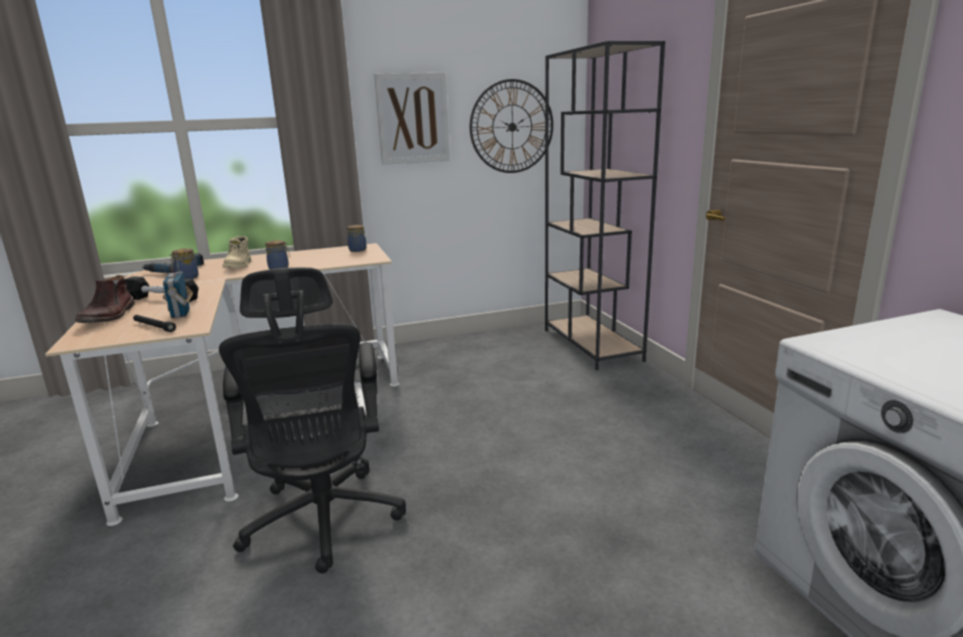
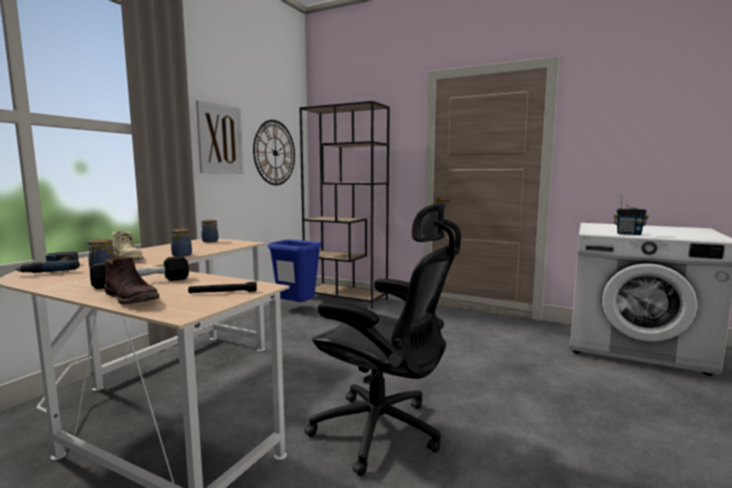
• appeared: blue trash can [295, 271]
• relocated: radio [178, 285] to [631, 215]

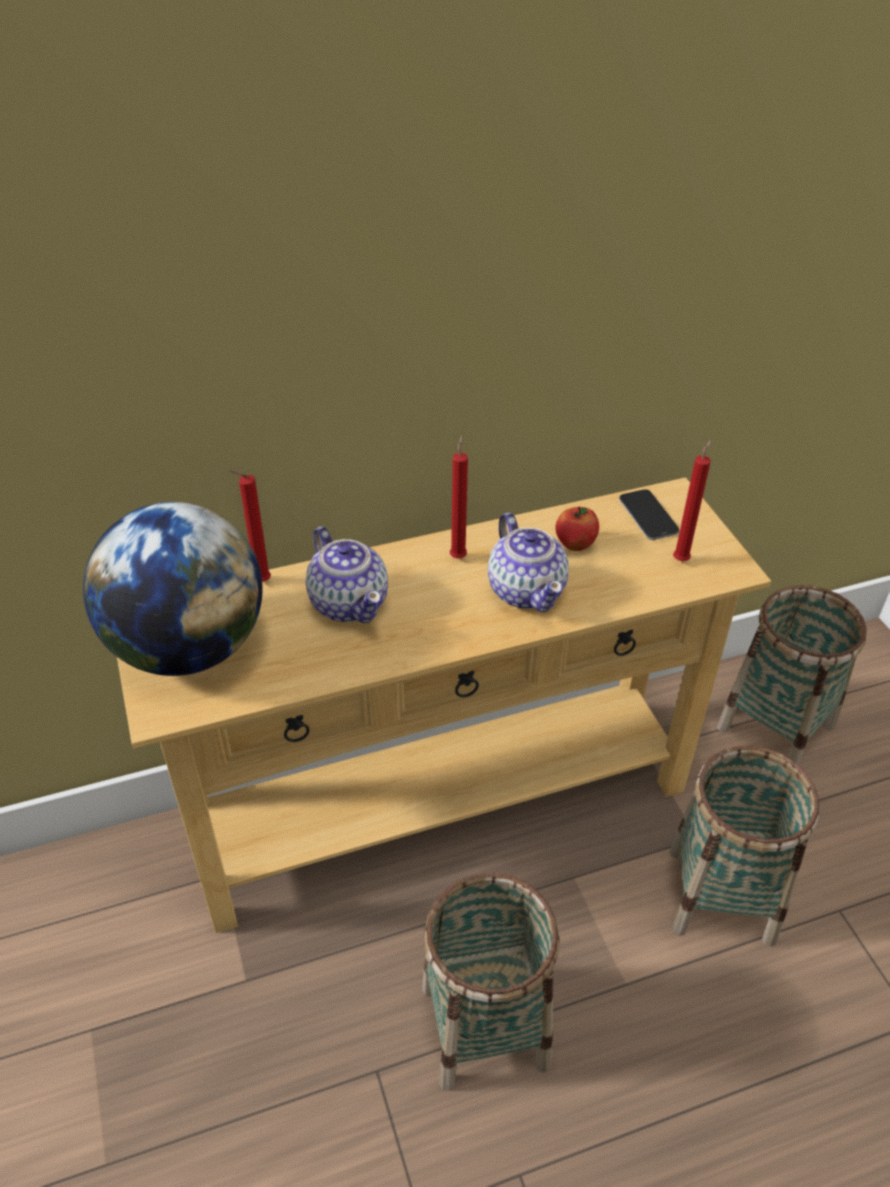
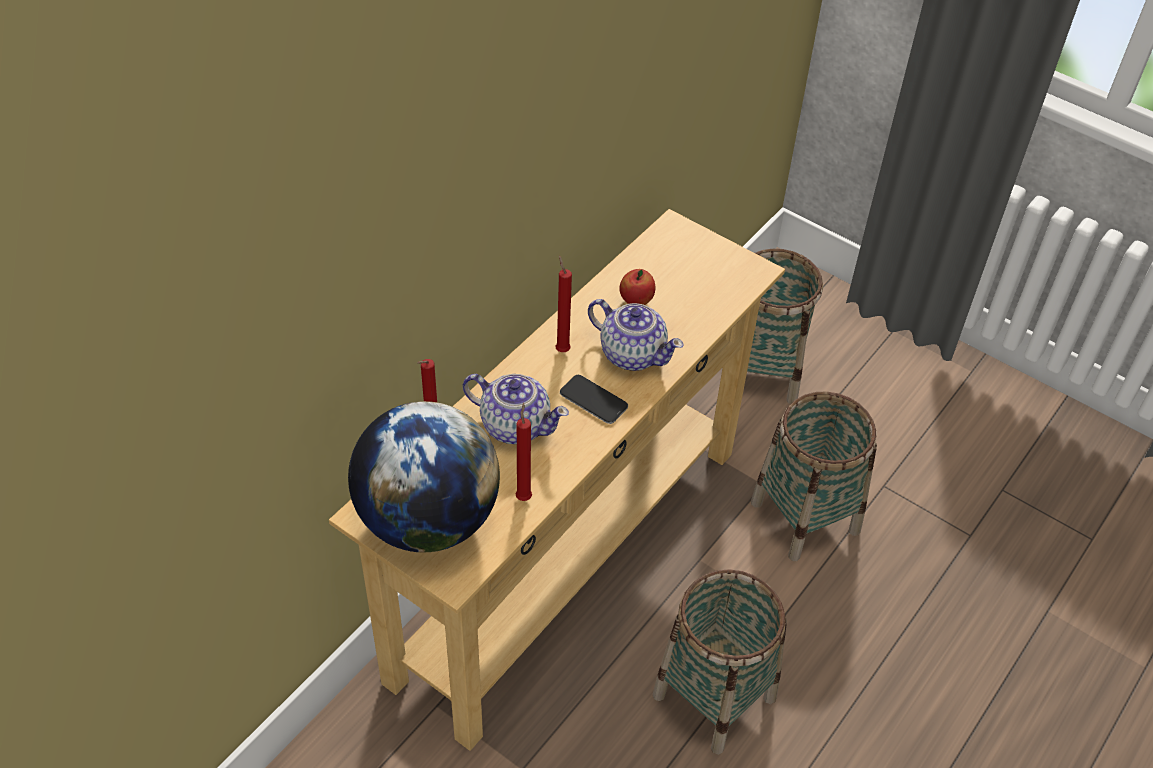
• relocated: red candle [692, 500] to [524, 452]
• relocated: phone [649, 514] to [594, 399]

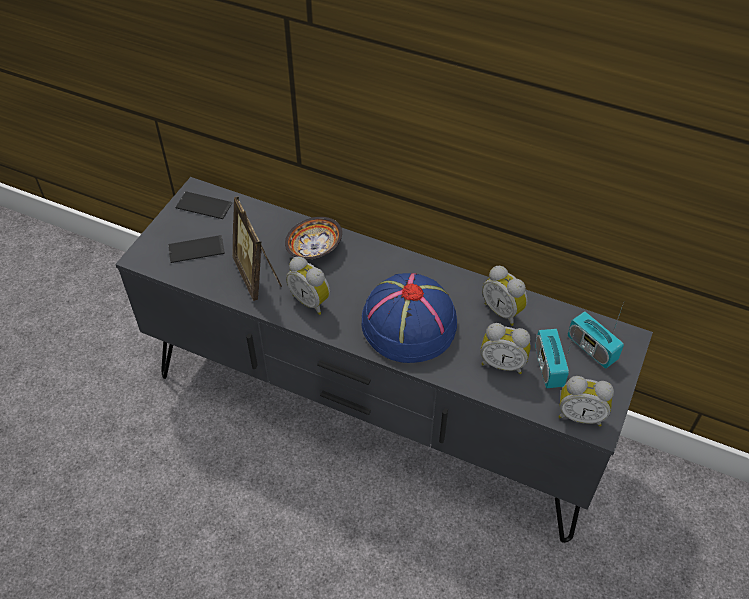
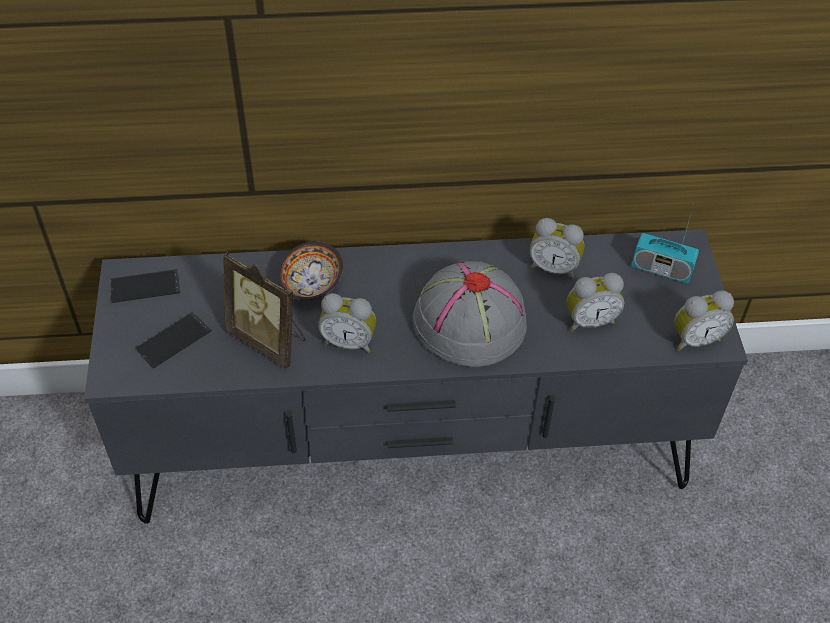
• colour: blue hat [409, 318] to grey hat [470, 314]
• missing: radio [555, 358]

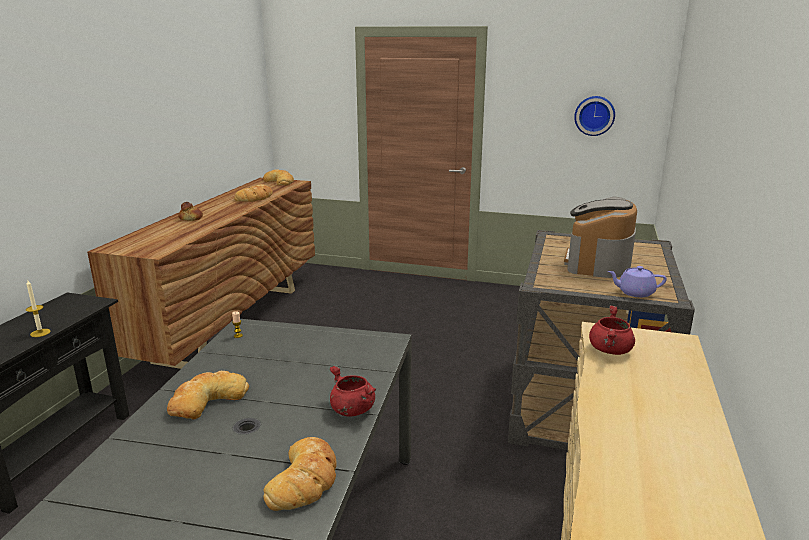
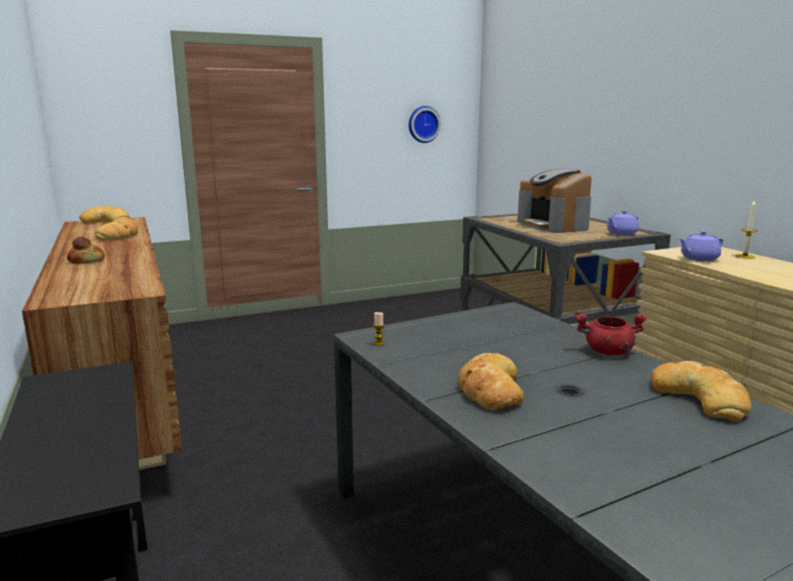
• exchanged: red cooking pot [612, 330] to purple teapot [701, 246]
• relocated: candle [38, 308] to [746, 230]

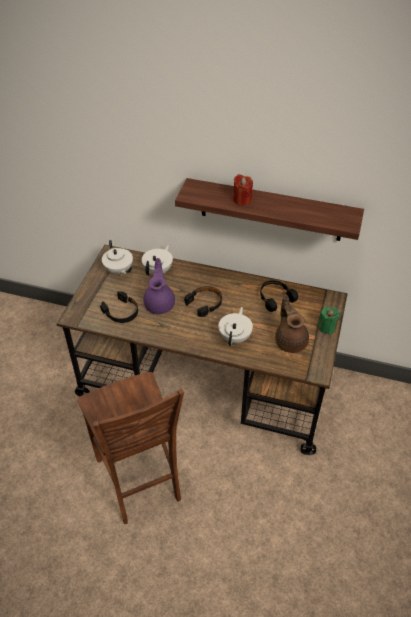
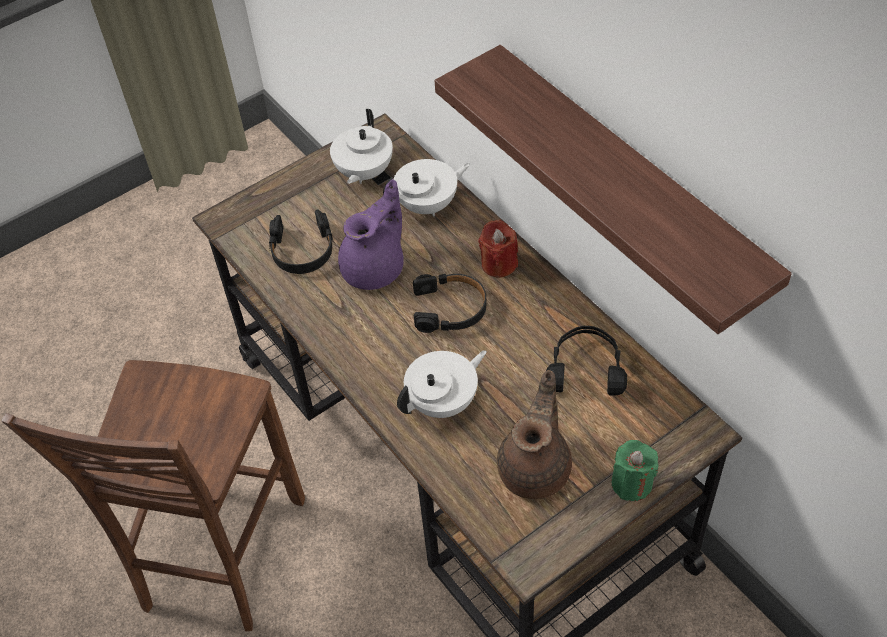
• relocated: red candle [243, 190] to [498, 249]

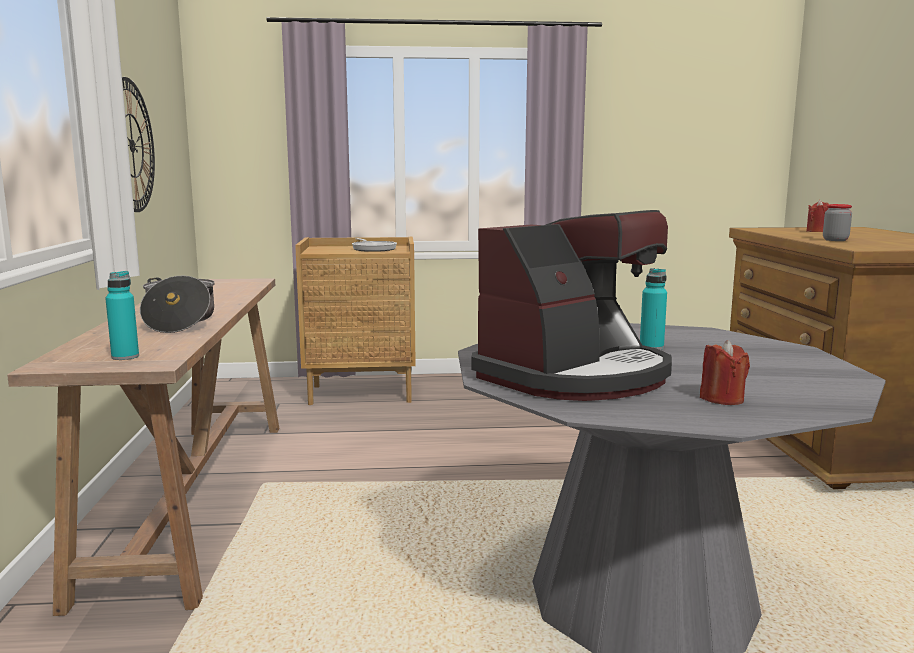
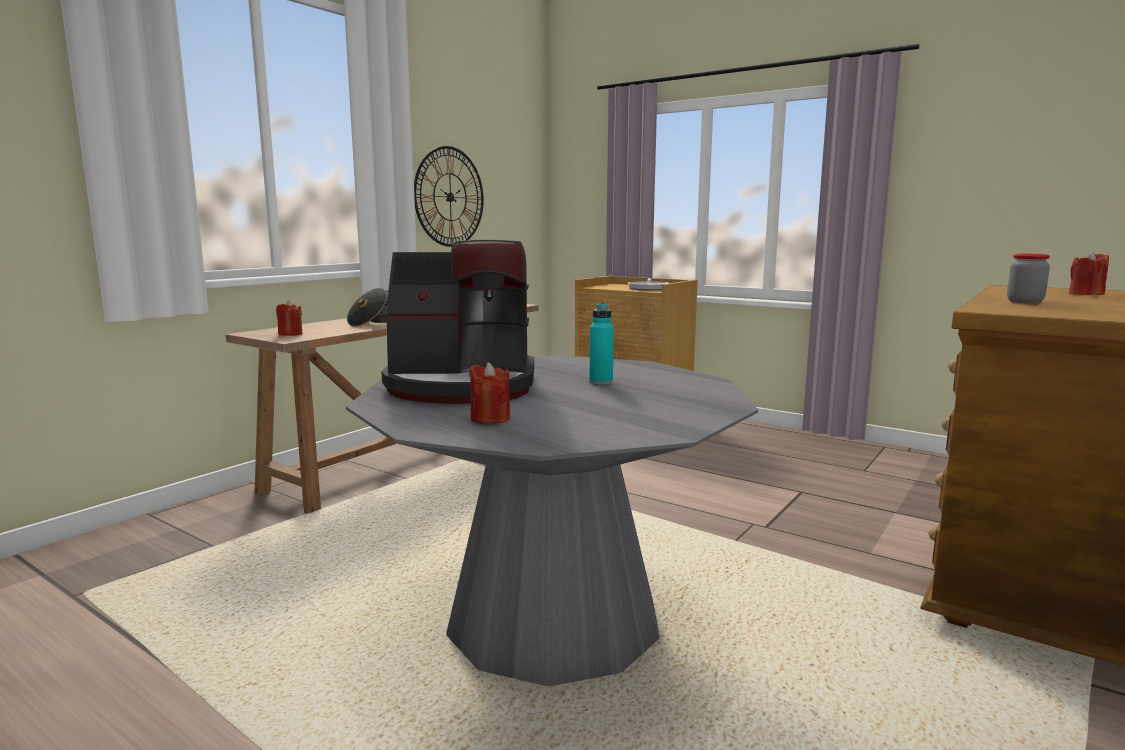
• exchanged: turquoise bottle [122, 315] to red candle [289, 318]

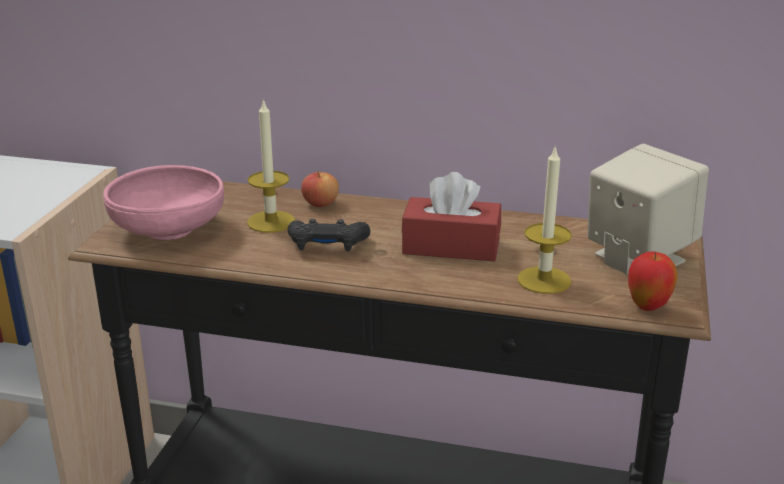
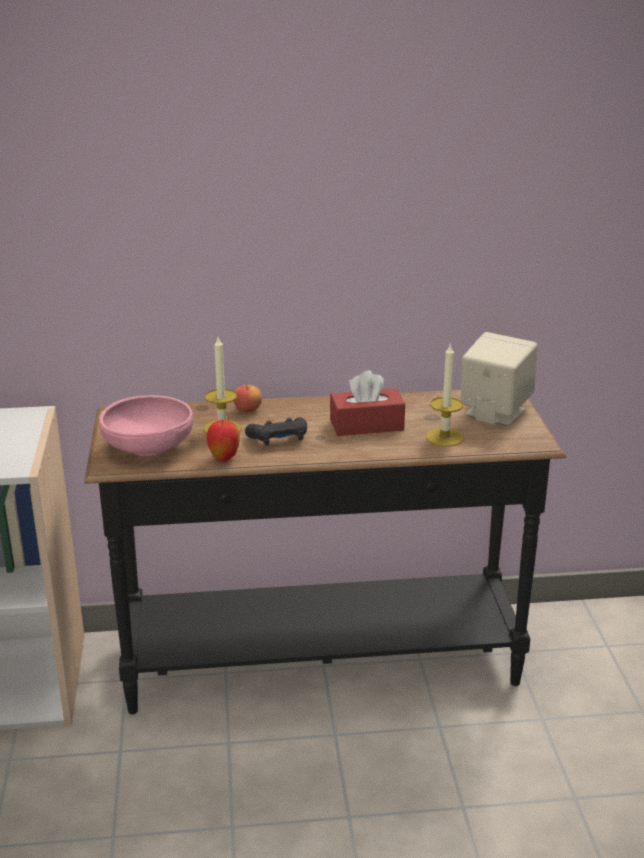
• relocated: apple [653, 281] to [223, 441]

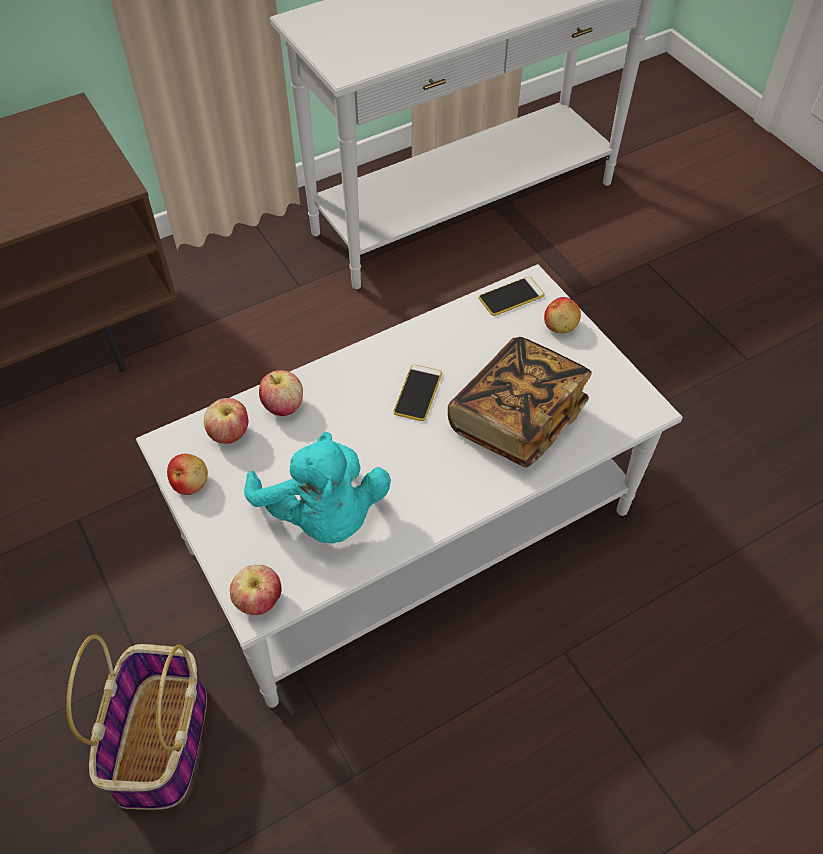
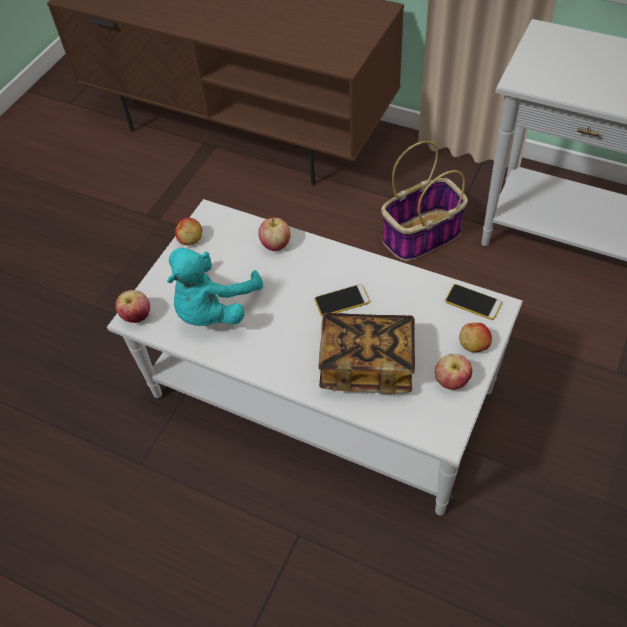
• relocated: basket [136, 722] to [424, 201]
• relocated: apple [226, 421] to [453, 372]

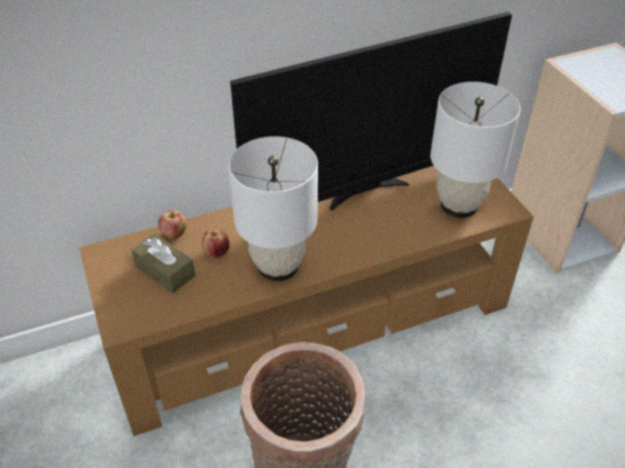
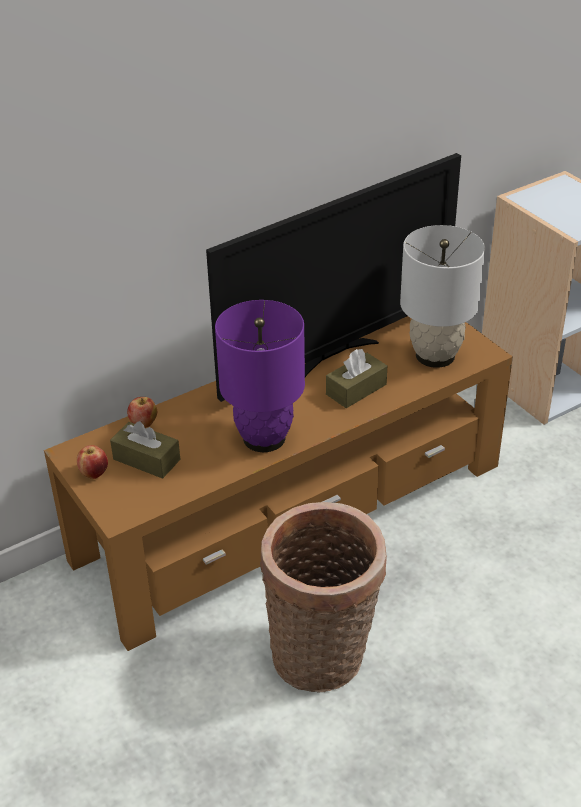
• relocated: apple [216, 243] to [92, 462]
• colour: white table lamp [273, 208] to purple table lamp [260, 376]
• appeared: brown tissue box [356, 378]

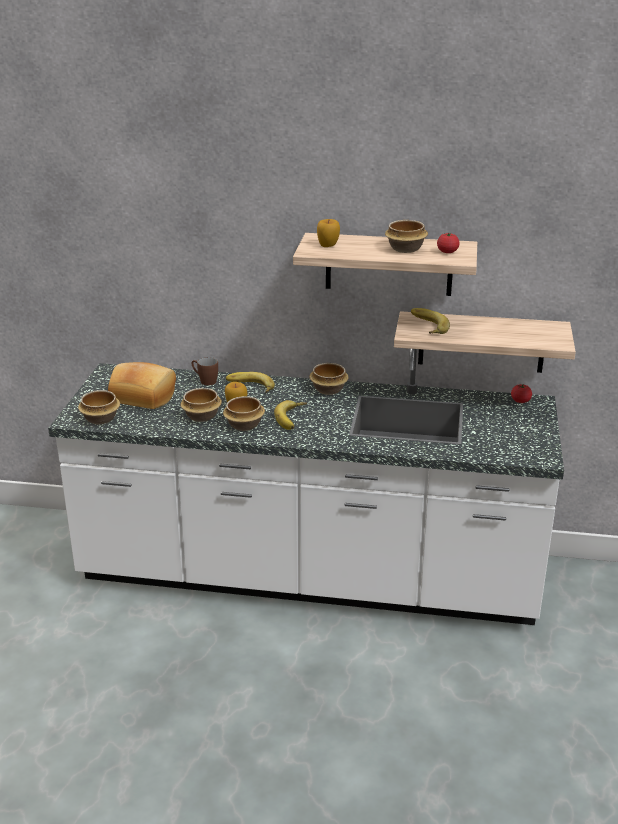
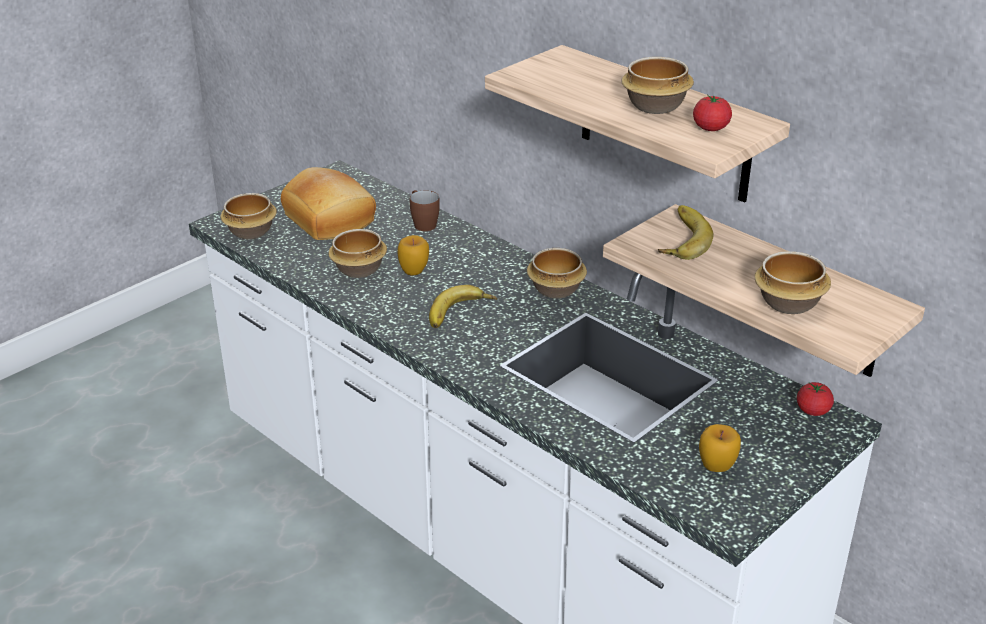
• relocated: apple [328, 233] to [720, 448]
• relocated: bowl [244, 413] to [792, 282]
• missing: banana [250, 382]

